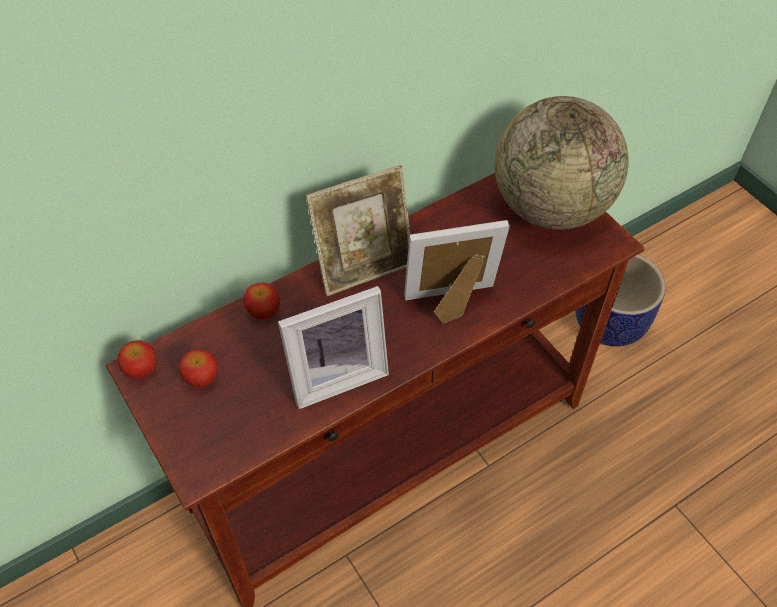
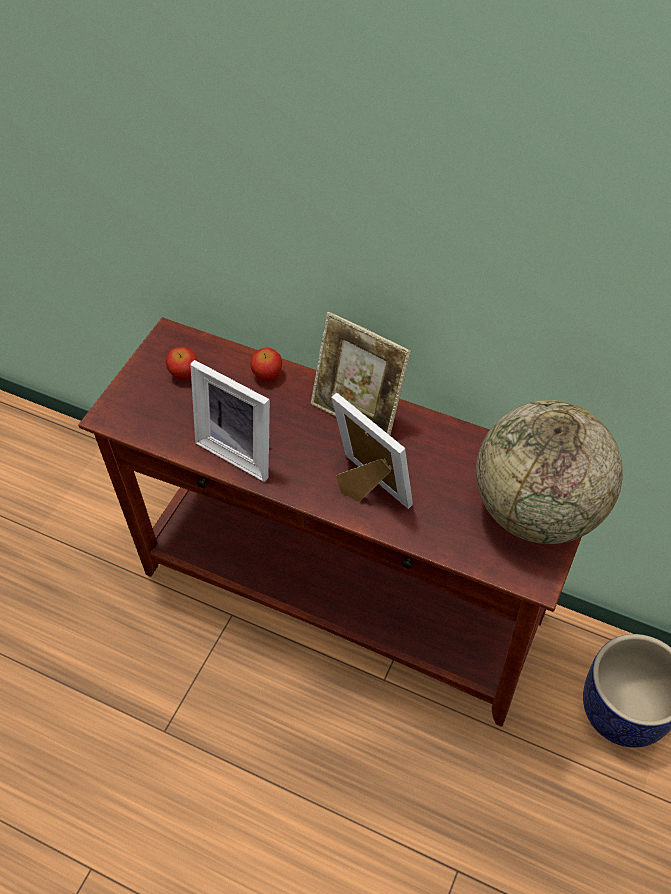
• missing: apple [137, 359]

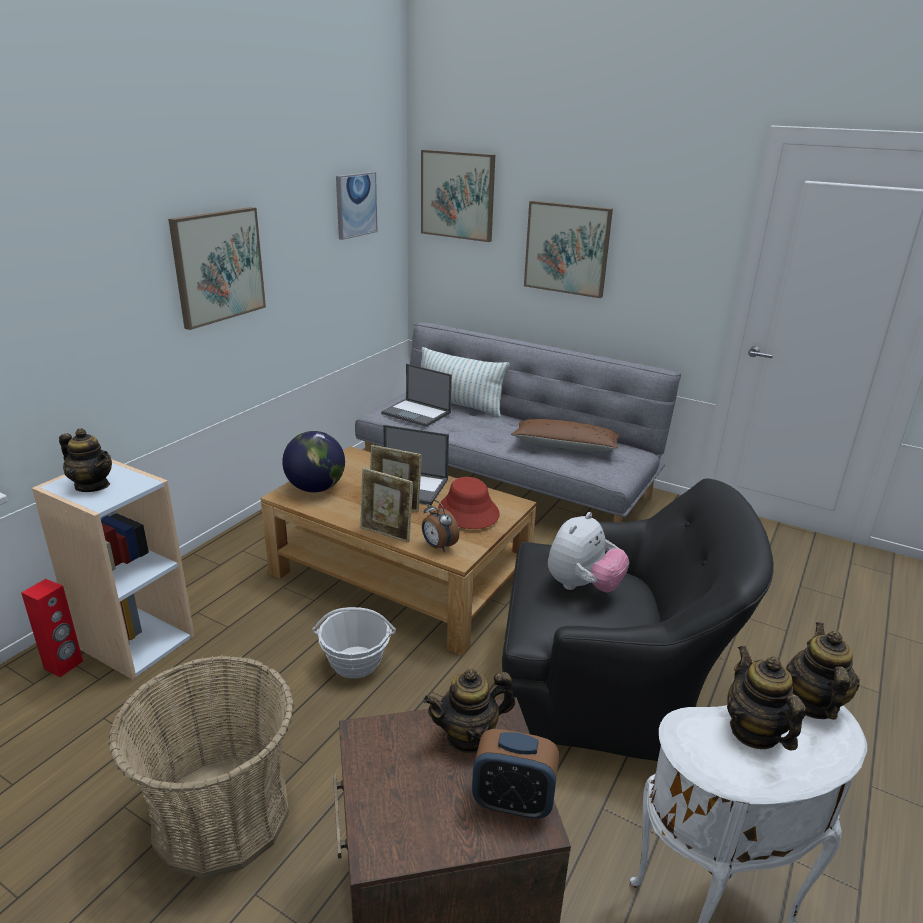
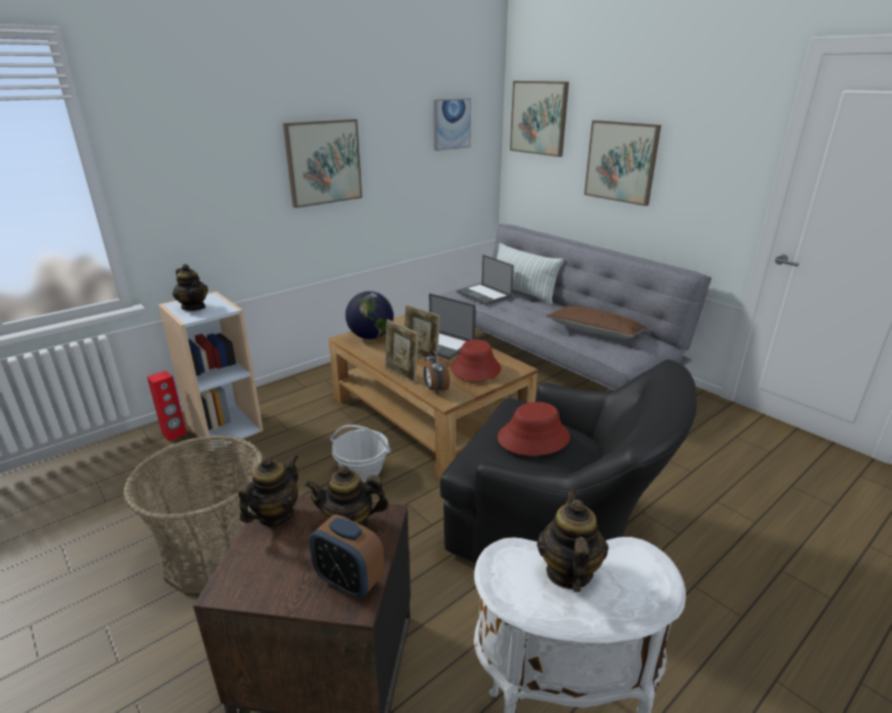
• relocated: teapot [823, 671] to [268, 490]
• exchanged: plush toy [588, 552] to red hat [533, 429]

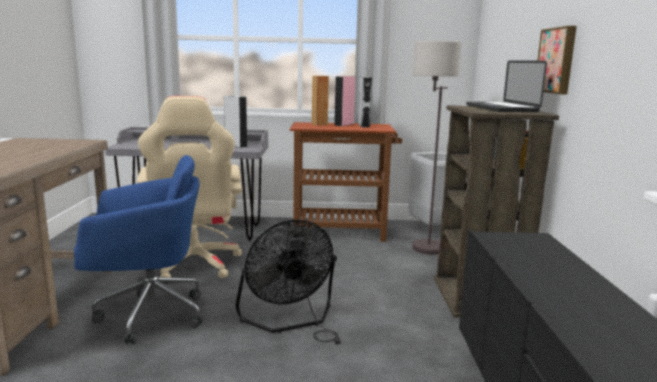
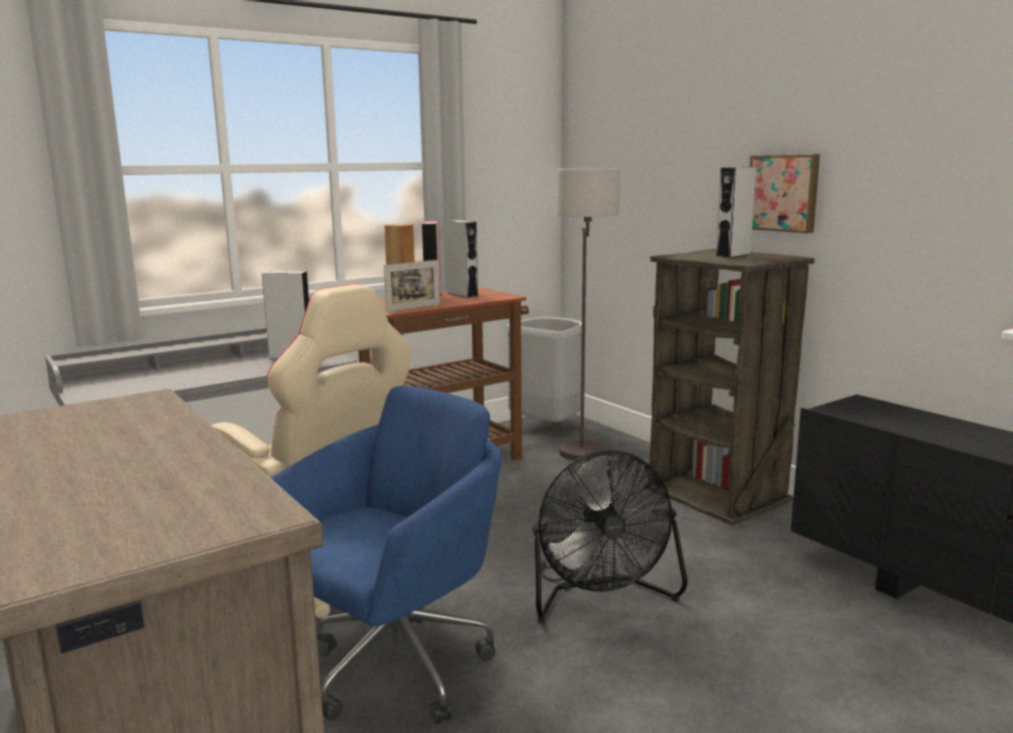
• appeared: picture frame [412, 286]
• spun: black fan [288, 282] = [609, 536] 135 degrees counterclockwise
• exchanged: laptop [506, 86] to grey speaker [735, 212]

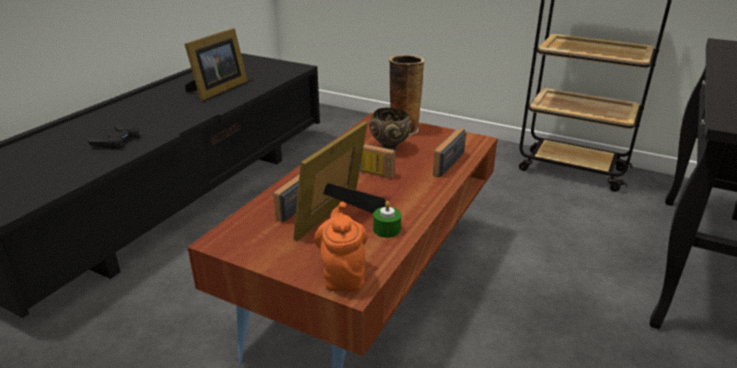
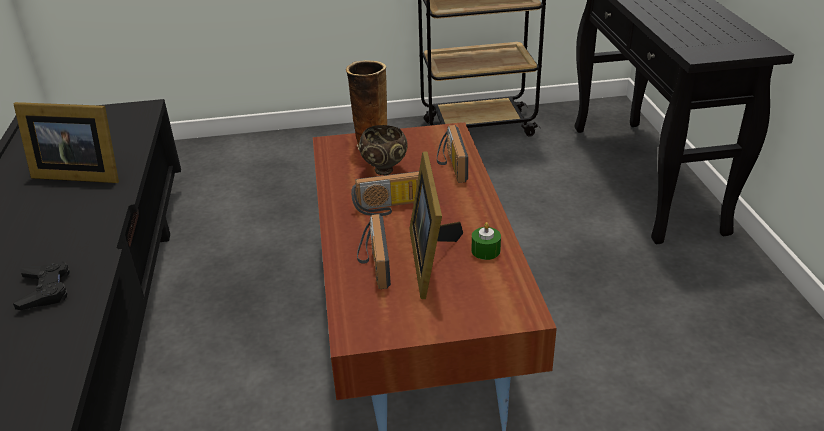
• spun: picture frame [216, 64] = [66, 142] 105 degrees clockwise
• missing: orange teapot [341, 246]

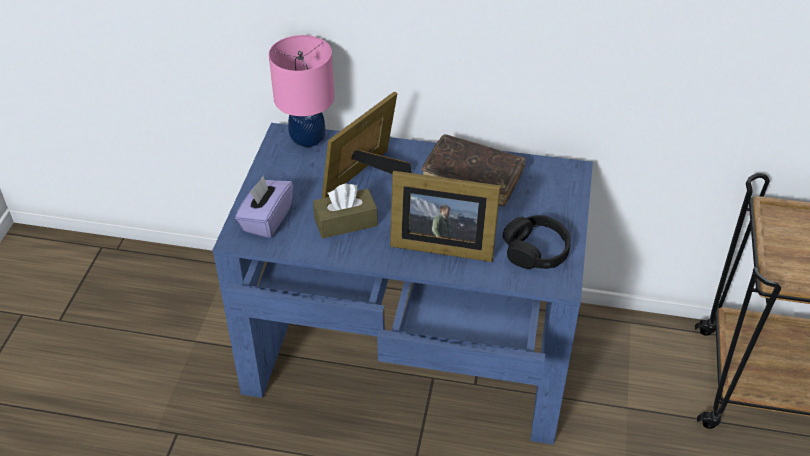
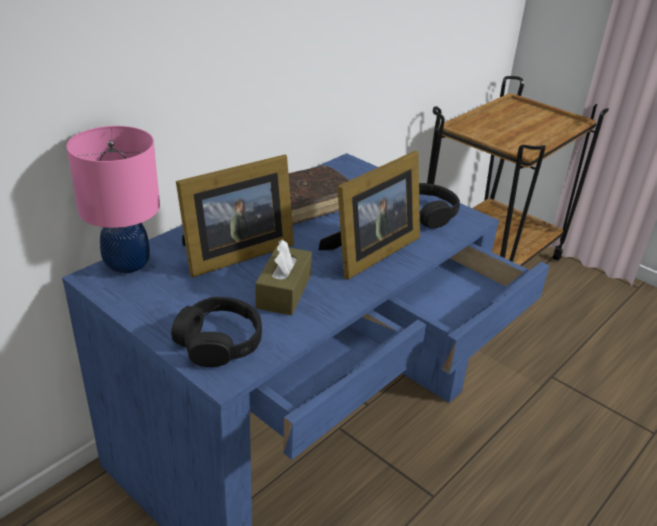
• exchanged: purple tissue box [264, 207] to black headphones [216, 332]
• spun: picture frame [367, 145] = [235, 216] 105 degrees counterclockwise

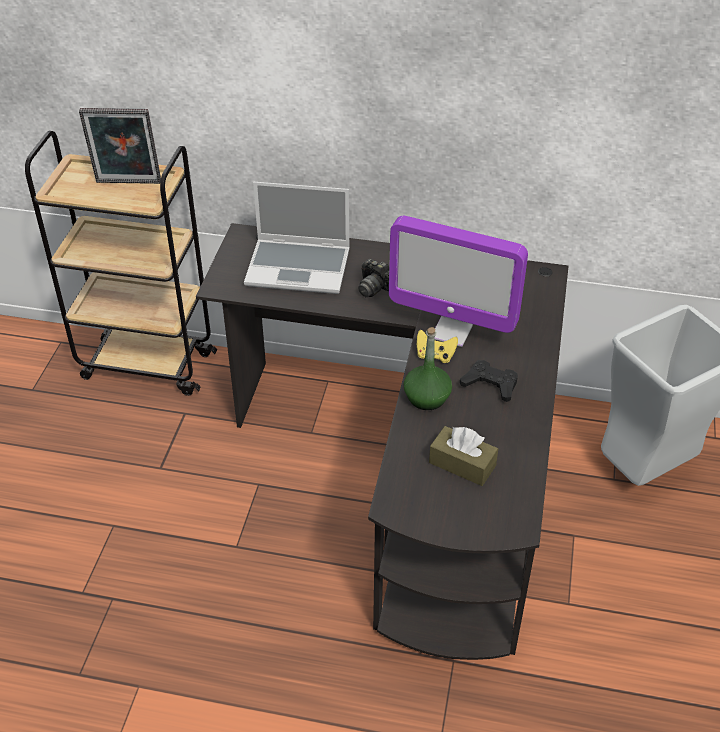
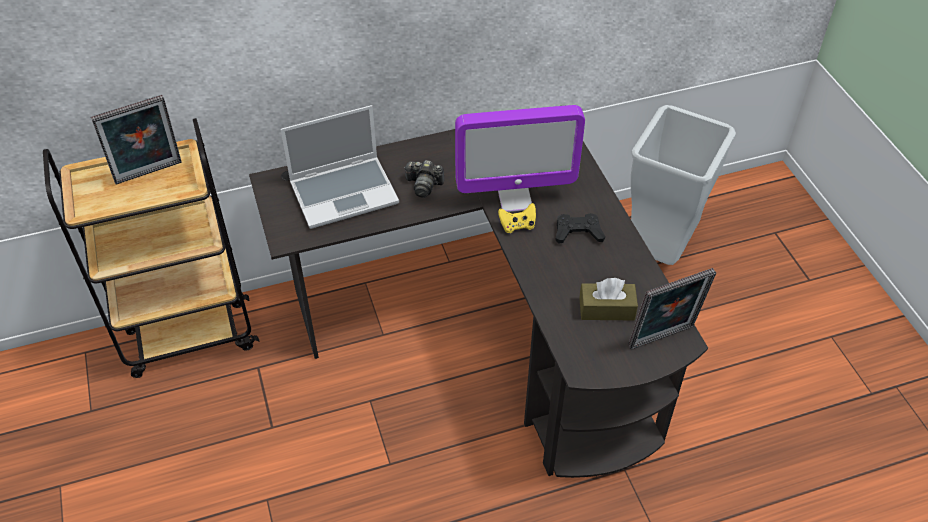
• appeared: picture frame [672, 309]
• missing: green bottle [428, 368]

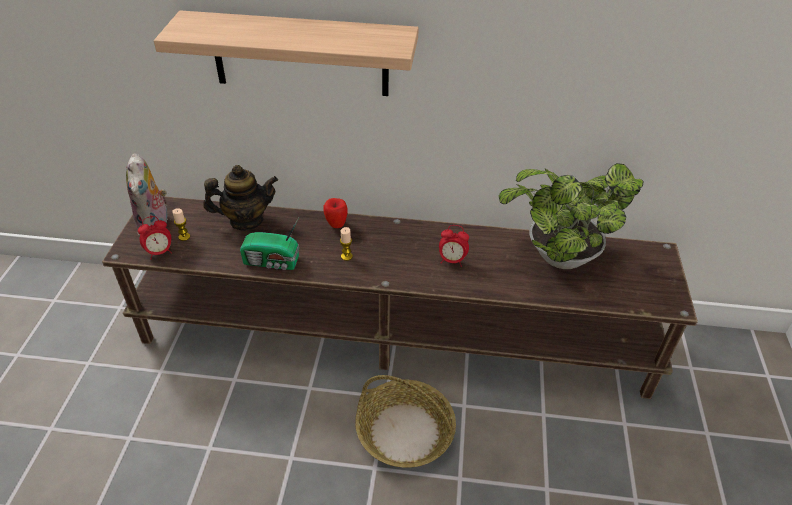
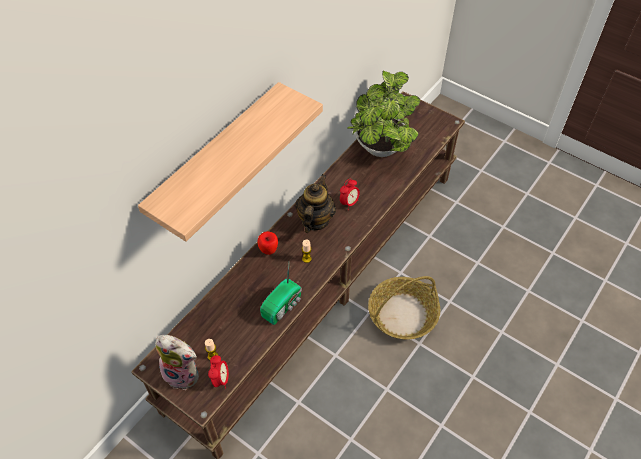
• relocated: teapot [240, 198] to [315, 203]

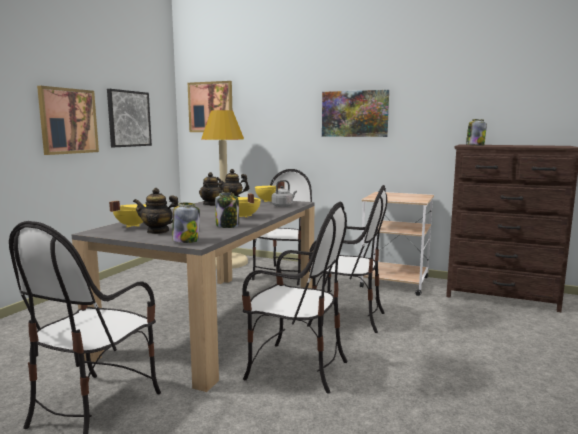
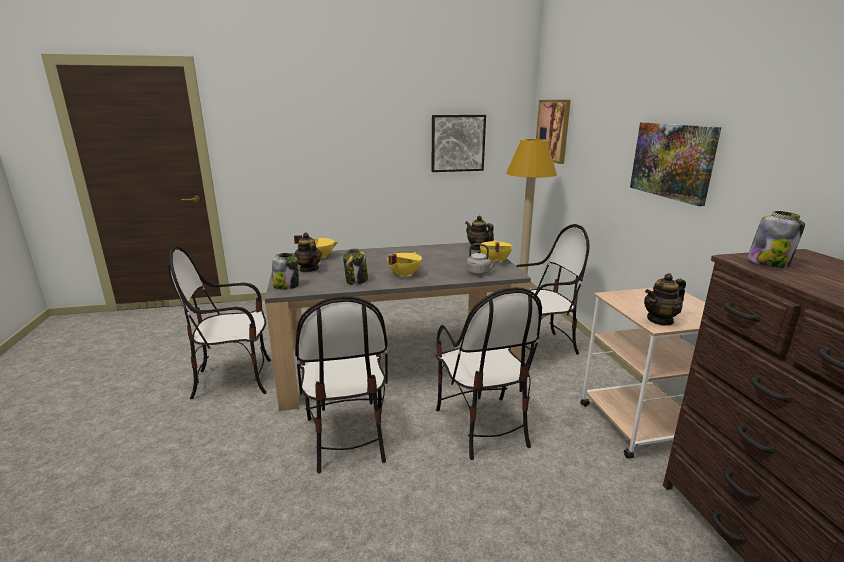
• relocated: teapot [211, 189] to [665, 299]
• missing: picture [68, 120]

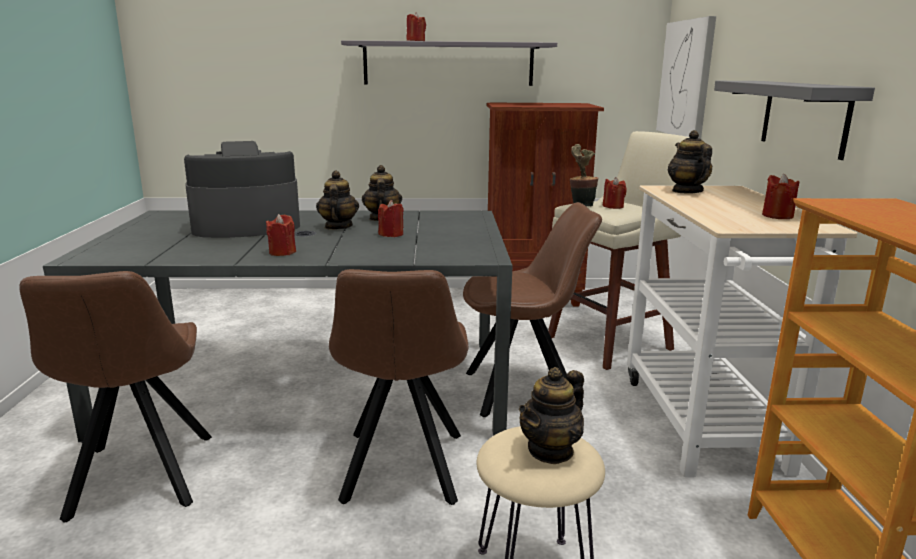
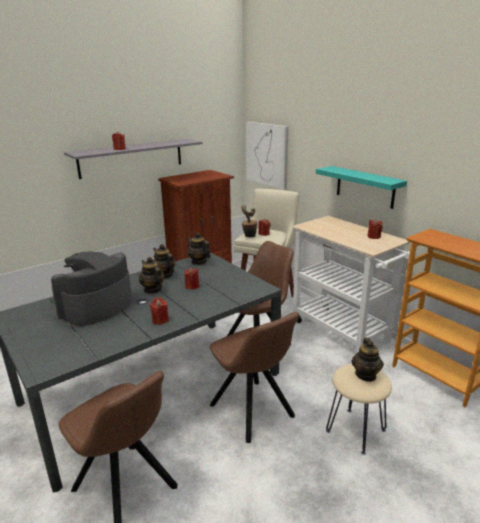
• relocated: teapot [690, 162] to [199, 249]
• colour: grey shelf [794, 120] to turquoise shelf [361, 187]

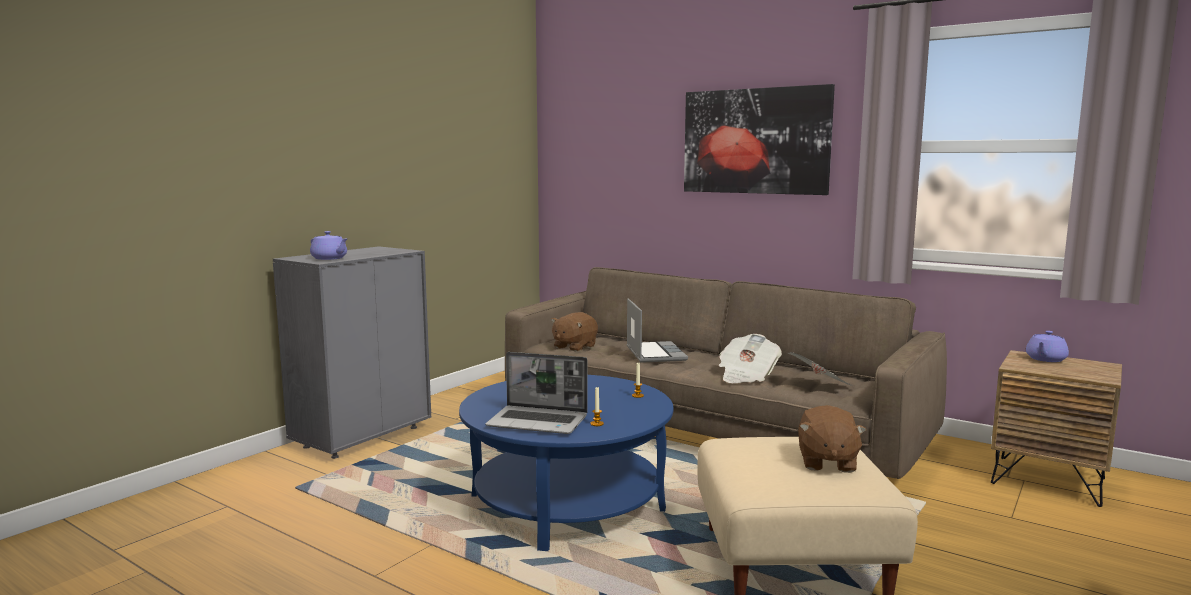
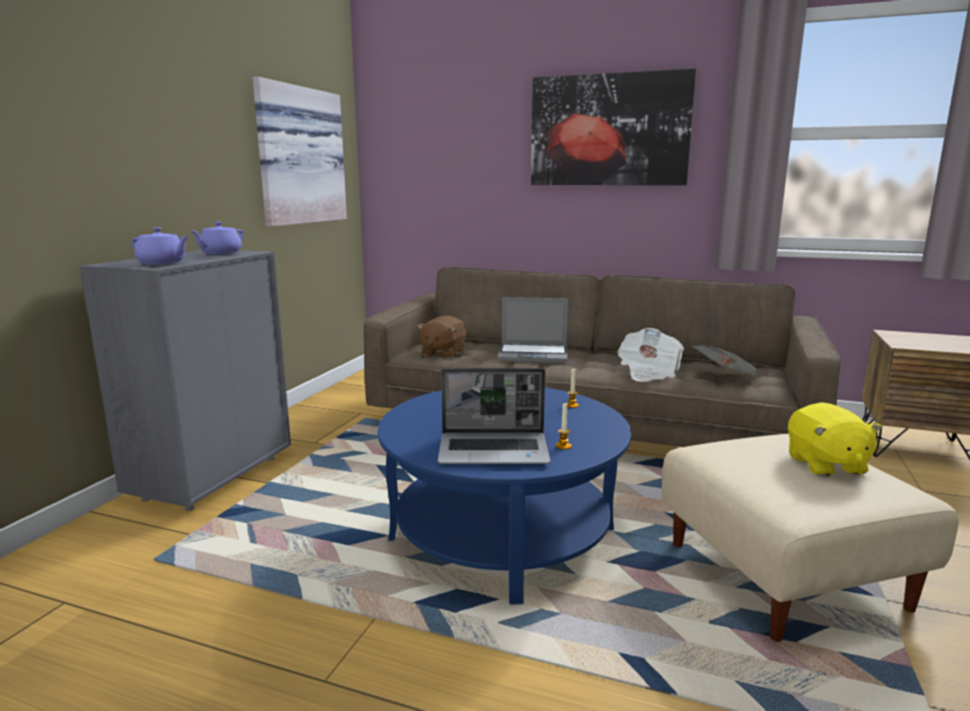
• relocated: purple teapot [1047, 346] to [217, 238]
• appeared: picture [300, 152]
• spun: laptop [657, 330] = [533, 330] 120 degrees clockwise
• colour: brown plush toy [832, 439] to yellow plush toy [835, 439]

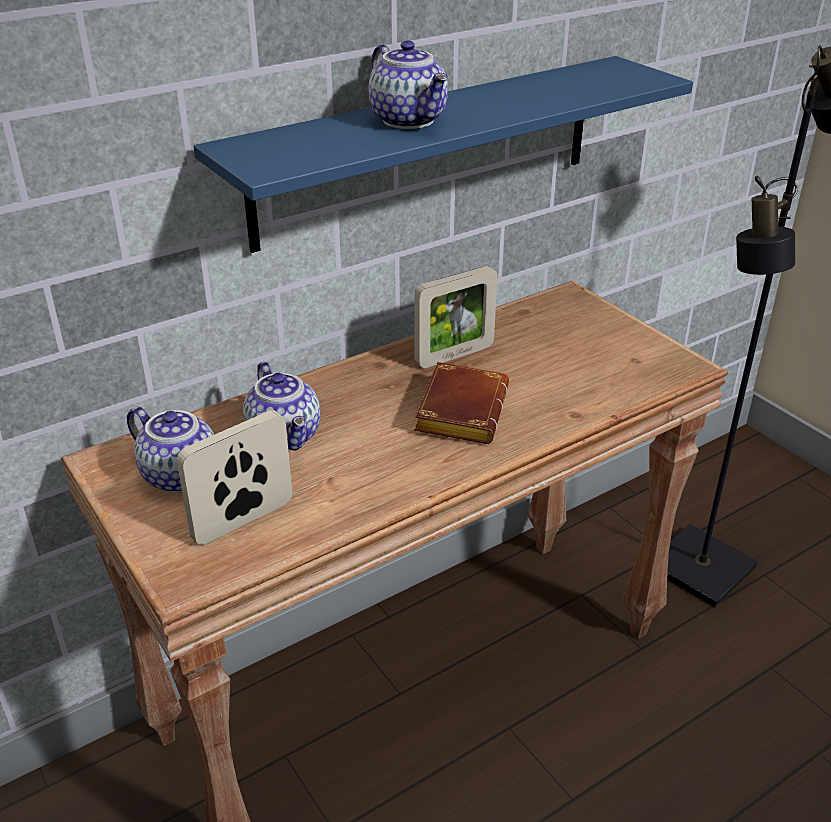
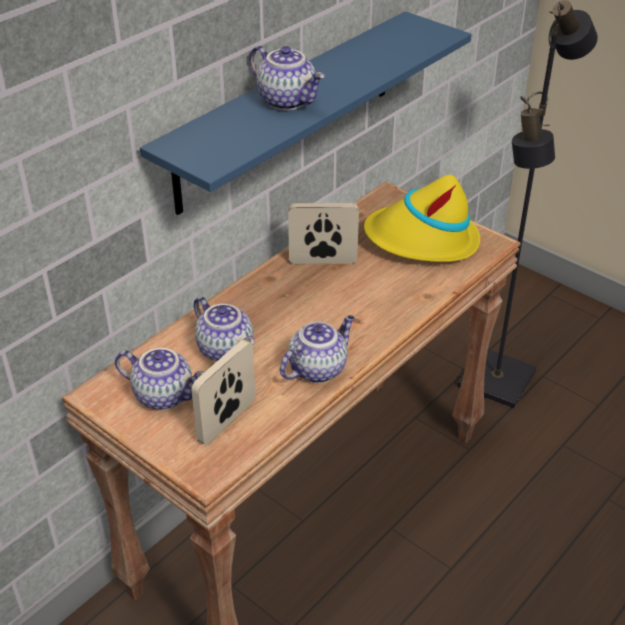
• appeared: teapot [317, 349]
• spun: picture frame [455, 317] = [323, 233] 135 degrees counterclockwise
• appeared: yellow hat [422, 218]
• missing: brown book [461, 403]

